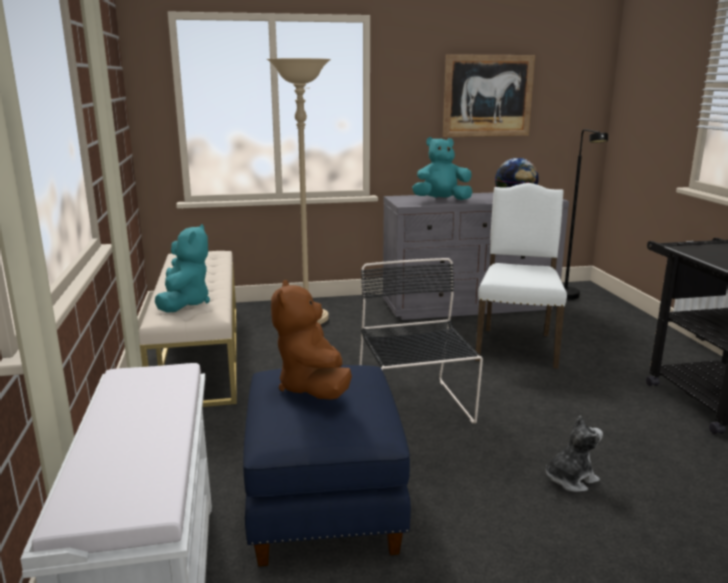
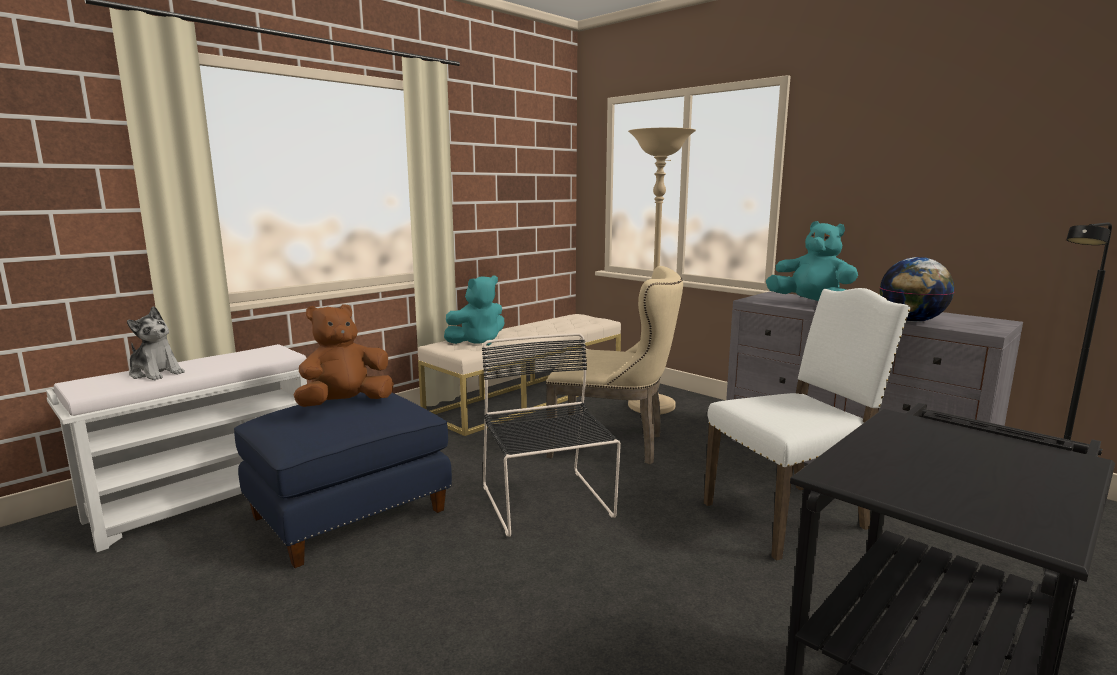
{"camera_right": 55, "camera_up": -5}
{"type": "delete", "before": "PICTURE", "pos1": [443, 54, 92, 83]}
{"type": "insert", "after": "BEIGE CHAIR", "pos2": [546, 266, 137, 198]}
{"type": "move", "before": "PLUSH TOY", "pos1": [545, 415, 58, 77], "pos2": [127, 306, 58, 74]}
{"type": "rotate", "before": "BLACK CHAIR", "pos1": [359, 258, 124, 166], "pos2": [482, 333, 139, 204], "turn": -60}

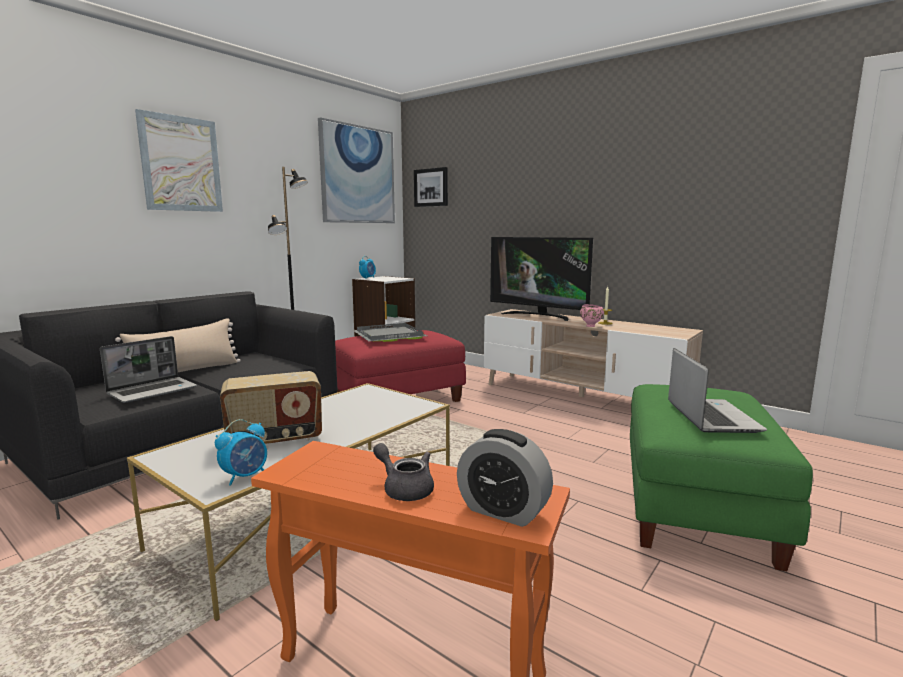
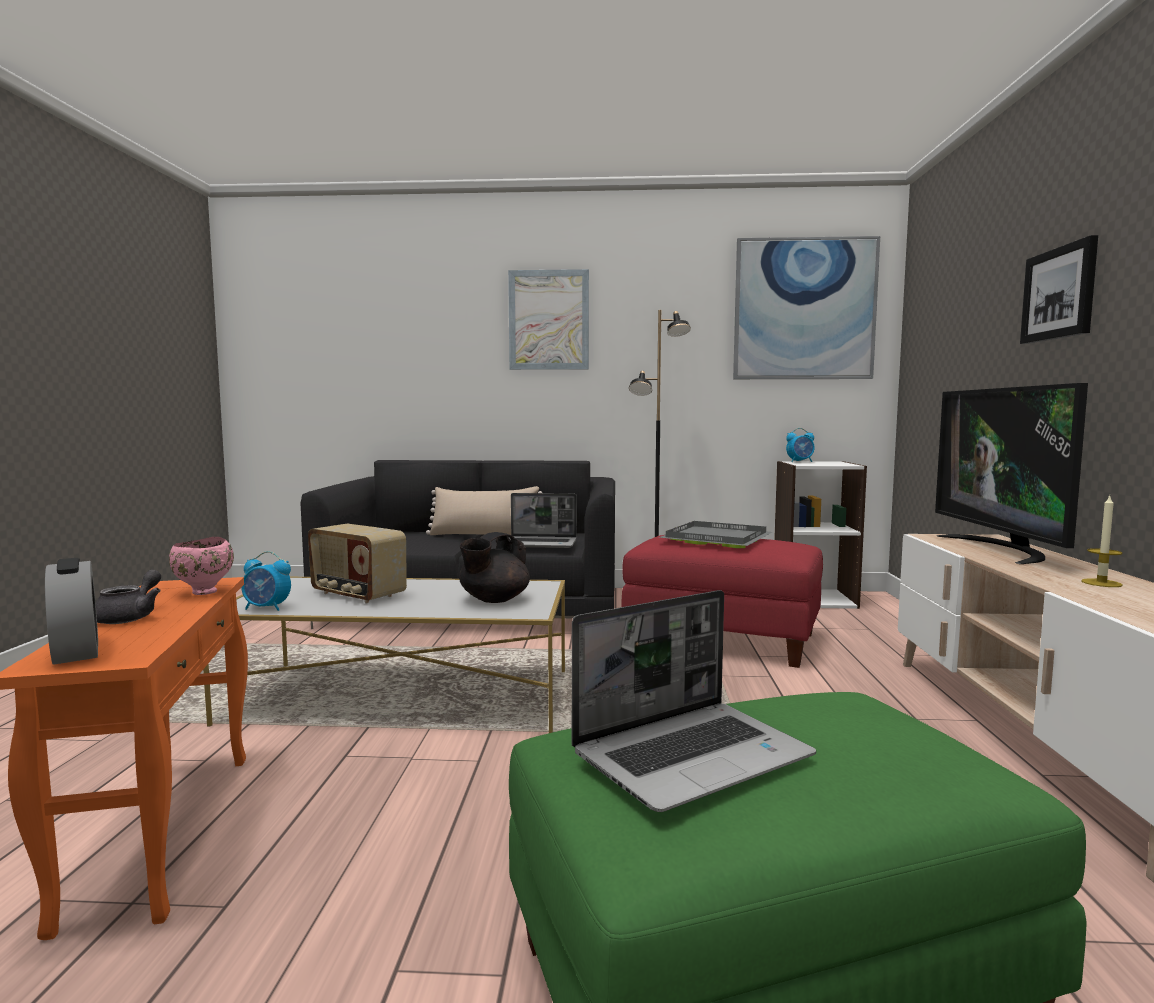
{"camera_right": 55, "camera_up": -5}
{"type": "insert", "after": "BLACK TEAPOT", "pos2": [459, 532, 71, 71]}
{"type": "move", "before": "LAPTOP", "pos1": [100, 336, 97, 67], "pos2": [510, 493, 67, 55]}
{"type": "move", "before": "PICTURE", "pos1": [414, 167, 34, 40], "pos2": [1020, 235, 78, 109]}
{"type": "move", "before": "PINK BOWL", "pos1": [580, 304, 24, 23], "pos2": [169, 537, 65, 58]}
{"type": "rotate", "before": "ALARM CLOCK", "pos1": [457, 429, 96, 98], "pos2": [45, 558, 53, 107], "turn": 150}

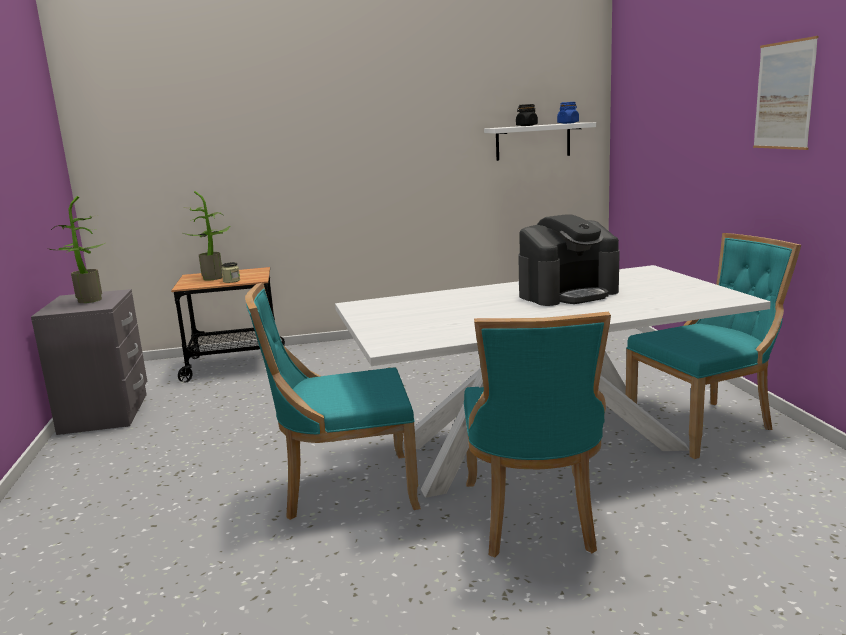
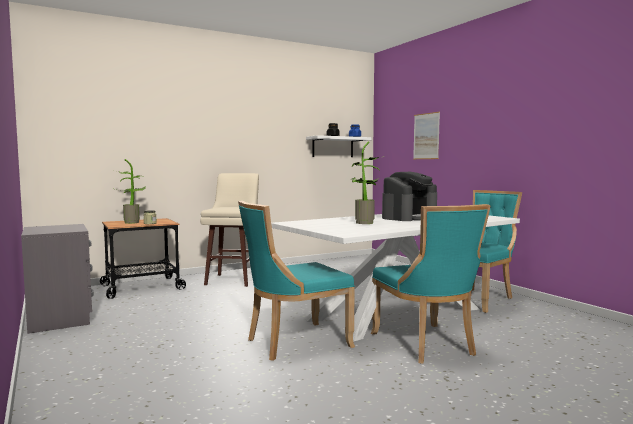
{"camera_right": -20, "camera_up": -10}
{"type": "insert", "after": "BEIGE STOOL", "pos2": [200, 173, 59, 114]}
{"type": "move", "before": "POTTED PLANT", "pos1": [50, 196, 55, 107], "pos2": [351, 142, 34, 82]}
{"type": "move", "before": "PICTURE", "pos1": [753, 36, 65, 114], "pos2": [413, 112, 27, 47]}

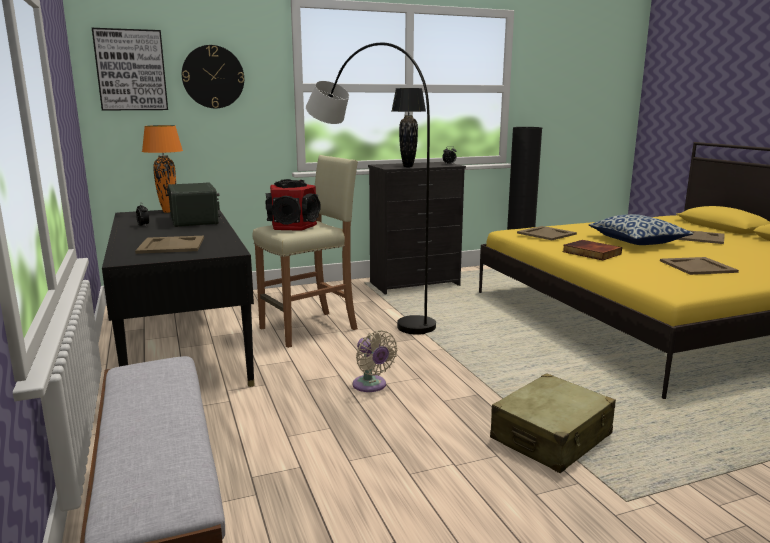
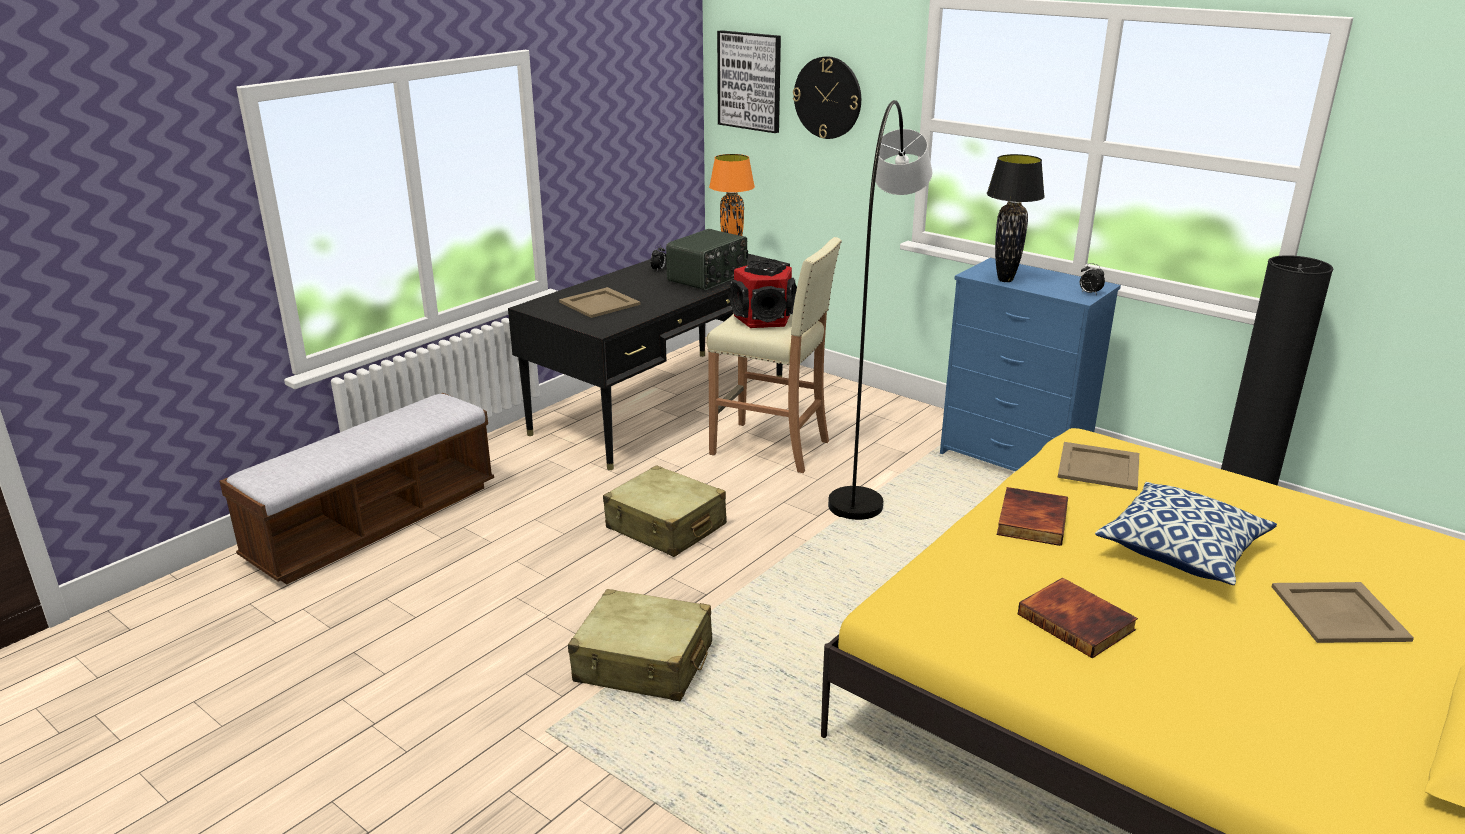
{"camera_right": 60, "camera_up": 10}
{"type": "replace", "before": "BEIGE FAN", "after": "BEIGE SUITCASE", "pos1": [353, 330, 45, 62], "pos2": [603, 465, 124, 92]}
{"type": "replace", "before": "BEIGE TRAY", "after": "BOOK", "pos1": [660, 257, 79, 18], "pos2": [1018, 577, 120, 81]}
{"type": "recolor", "before": "BLACK DRESSER", "after": "BLUE DRESSER", "pos1": [368, 162, 98, 133], "pos2": [940, 258, 181, 213]}

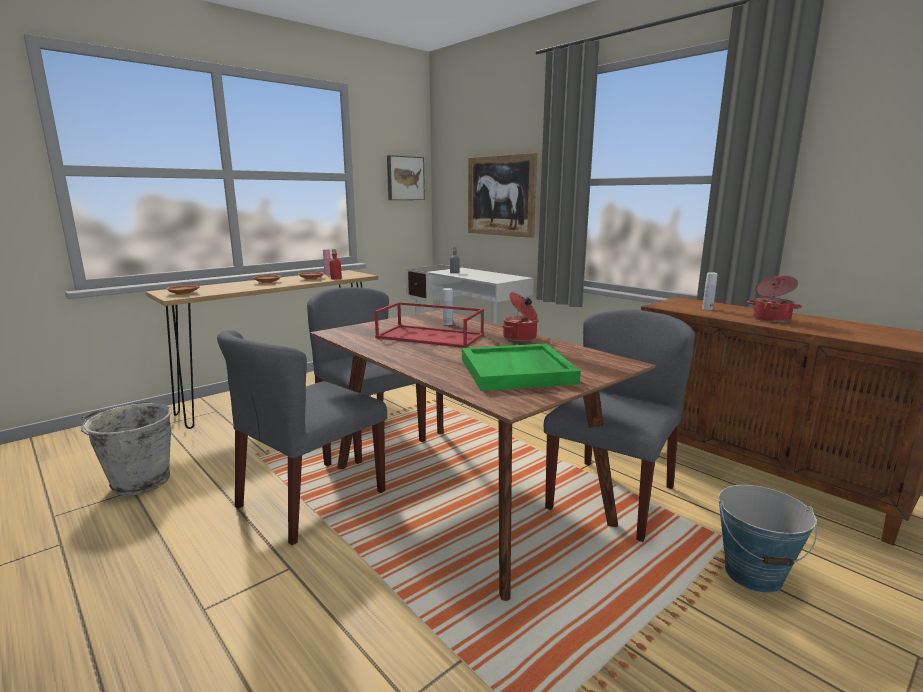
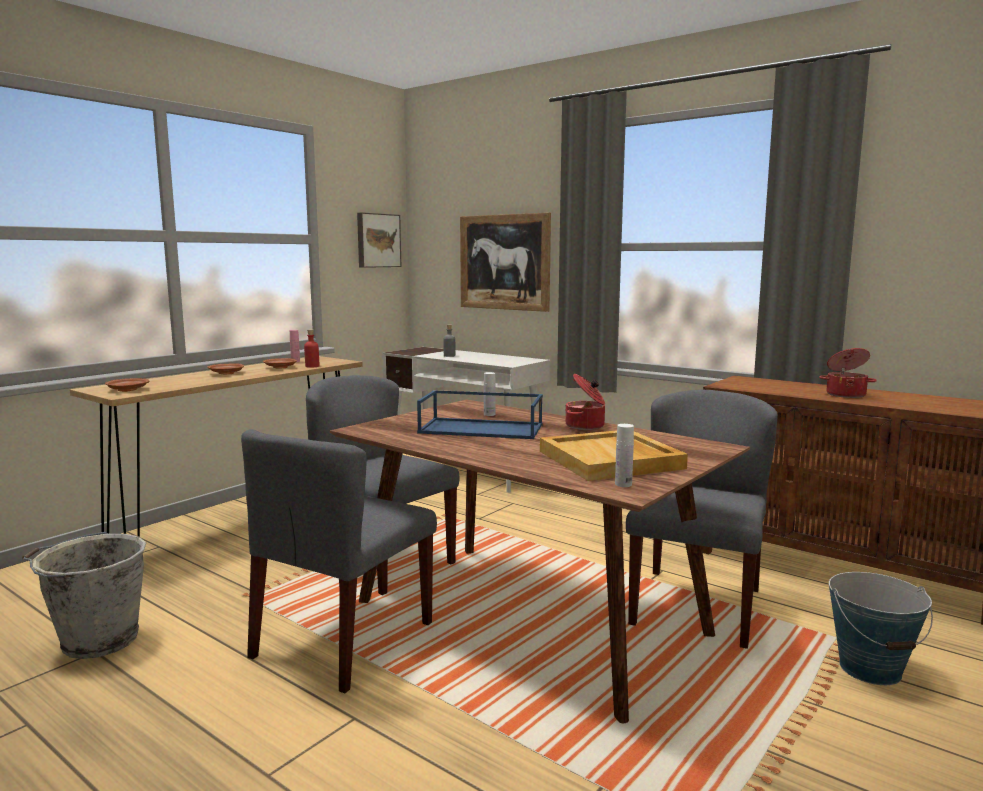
{"camera_right": -10, "camera_up": -5}
{"type": "move", "before": "WHITE BOTTLE", "pos1": [702, 272, 16, 38], "pos2": [615, 424, 19, 63]}
{"type": "recolor", "before": "RED TRAY", "after": "BLUE TRAY", "pos1": [375, 302, 109, 46], "pos2": [417, 390, 126, 49]}
{"type": "recolor", "before": "GREEN TRAY", "after": "BEIGE TRAY", "pos1": [462, 344, 119, 47], "pos2": [540, 430, 148, 51]}

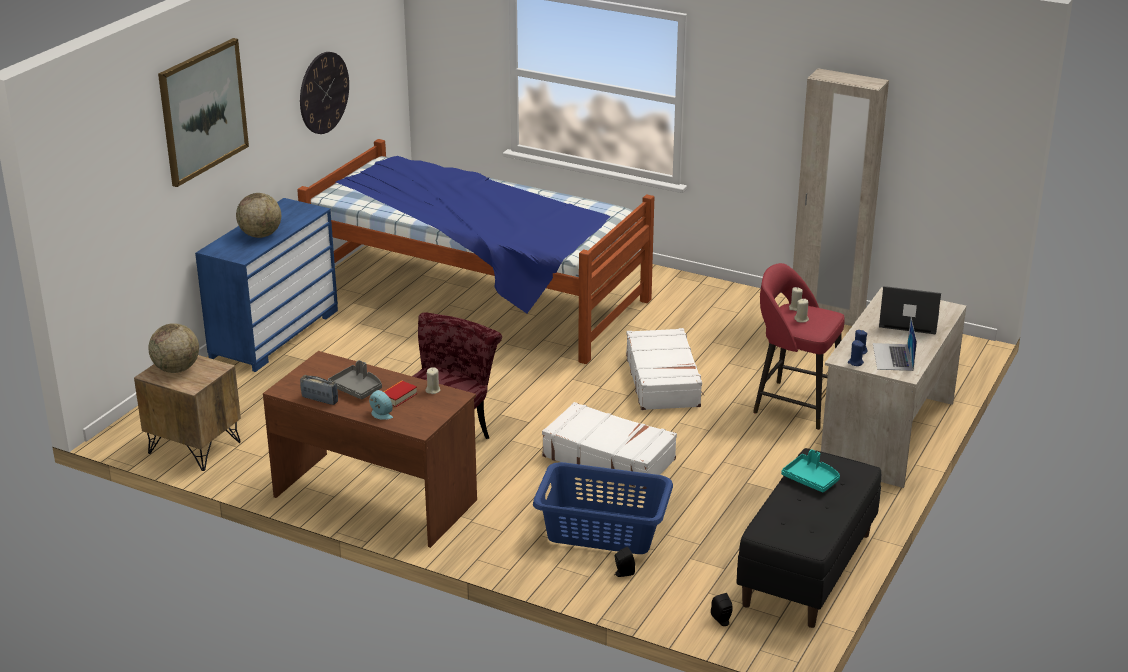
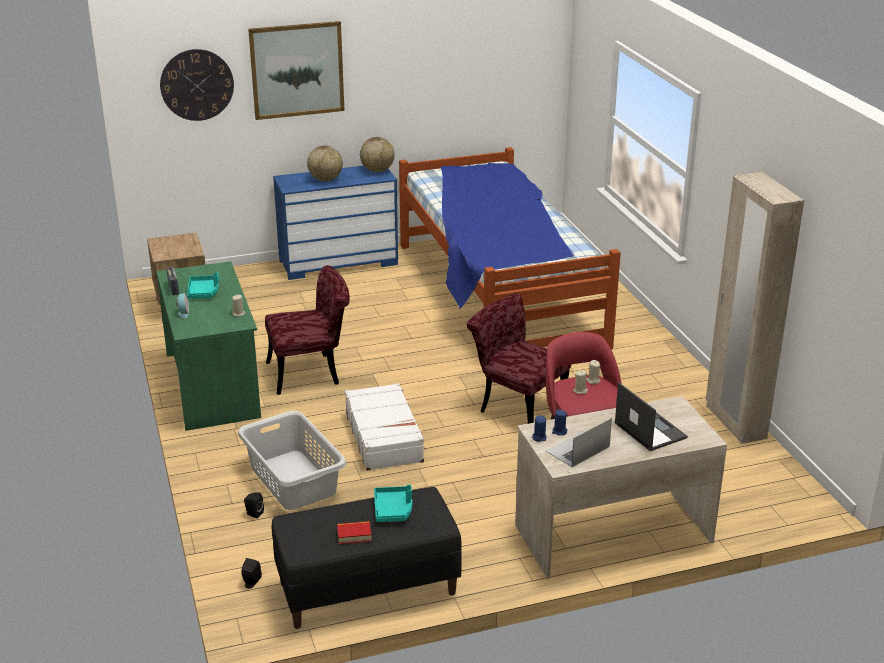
{"camera_right": 45, "camera_up": 0}
{"type": "move", "before": "GLOBE", "pos1": [149, 323, 50, 50], "pos2": [360, 137, 35, 35]}
{"type": "move", "before": "WALL CLOCK", "pos1": [300, 52, 49, 82], "pos2": [160, 49, 74, 72]}
{"type": "move", "before": "BOOK", "pos1": [383, 380, 34, 27], "pos2": [337, 521, 35, 23]}
{"type": "replace", "before": "WHITE SUITCASE", "after": "RED CHAIR", "pos1": [626, 328, 78, 82], "pos2": [466, 293, 105, 131]}
{"type": "recolor", "before": "BROWN DESK", "after": "GREEN DESK", "pos1": [263, 351, 214, 197], "pos2": [156, 261, 105, 170]}
{"type": "recolor", "before": "GREY TRAY", "after": "TURQUOISE TRAY", "pos1": [328, 360, 54, 40], "pos2": [187, 272, 32, 27]}
{"type": "recolor", "before": "BLUE LAUNDRY BASKET", "after": "GREY LAUNDRY BASKET", "pos1": [533, 462, 140, 92], "pos2": [238, 411, 108, 99]}

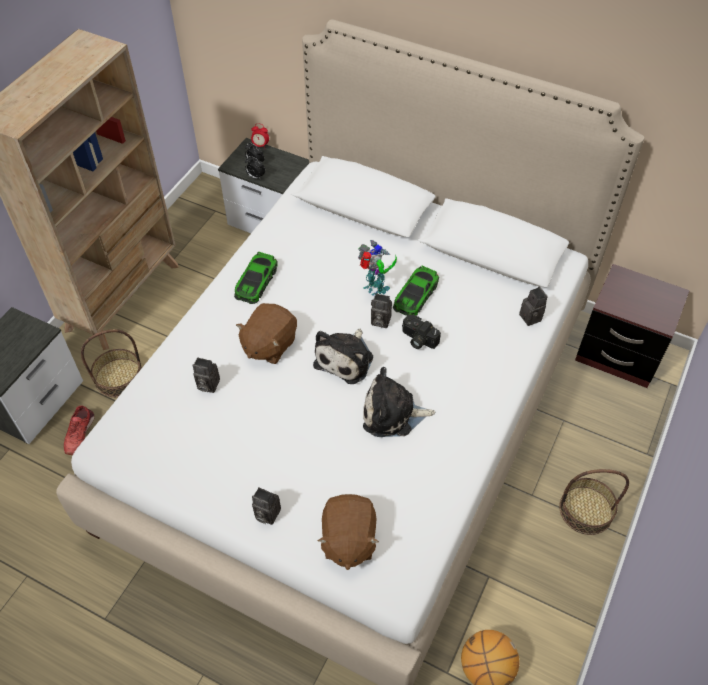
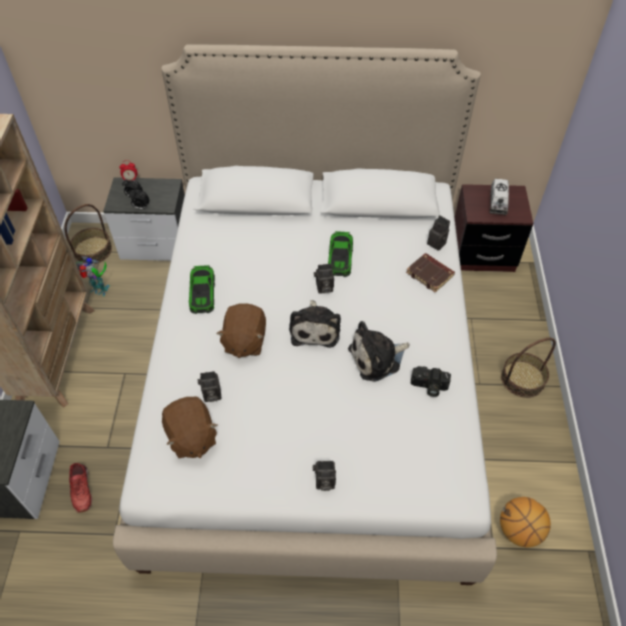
{"camera_right": -25, "camera_up": 0}
{"type": "insert", "after": "BROWN BOOK", "pos2": [406, 253, 49, 40]}
{"type": "insert", "after": "TOY TRUCK", "pos2": [489, 179, 20, 36]}
{"type": "move", "before": "BASKET", "pos1": [81, 329, 61, 68], "pos2": [64, 204, 48, 60]}
{"type": "move", "before": "BROWN PLUSH TOY", "pos1": [318, 494, 61, 76], "pos2": [162, 397, 55, 61]}
{"type": "move", "before": "TOY ROBOT", "pos1": [358, 240, 39, 56], "pos2": [76, 256, 34, 40]}
{"type": "move", "before": "PHOTO CAMERA", "pos1": [402, 315, 39, 34], "pos2": [410, 366, 41, 31]}

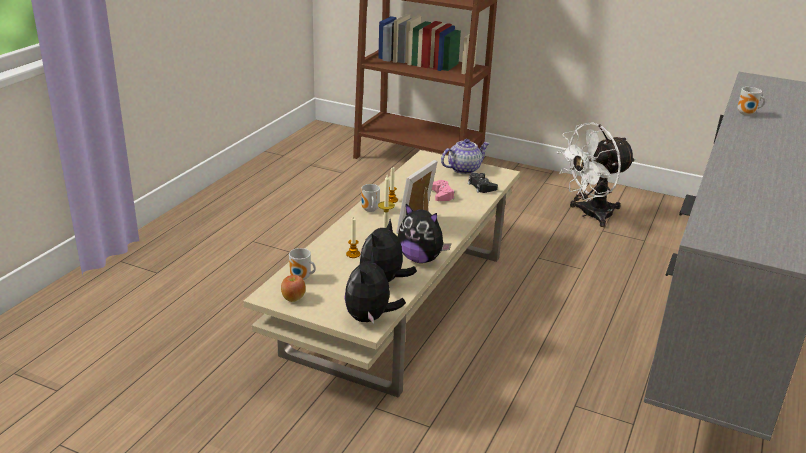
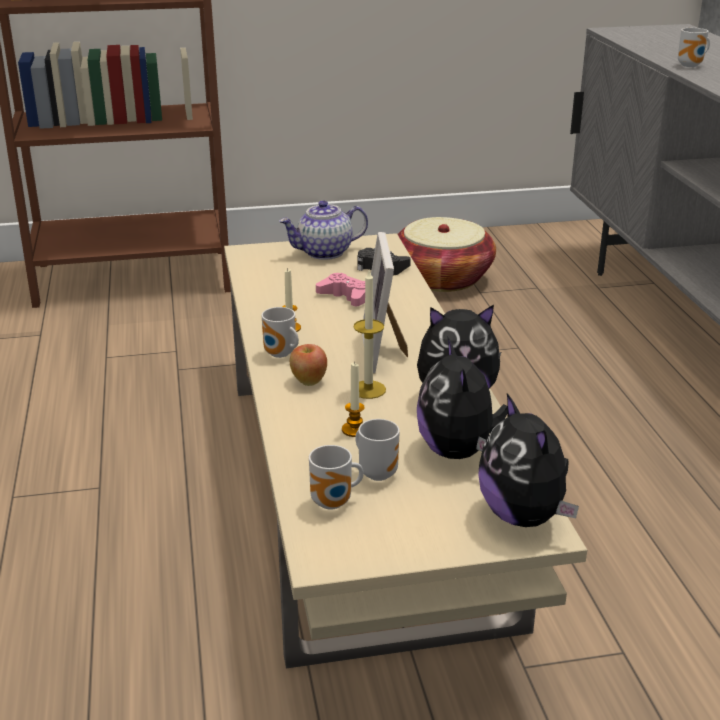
{"camera_right": -35, "camera_up": 0}
{"type": "insert", "after": "MUG", "pos2": [355, 419, 45, 62]}
{"type": "move", "before": "APPLE", "pos1": [281, 275, 25, 27], "pos2": [290, 344, 37, 42]}
{"type": "replace", "before": "WHITE FAN", "after": "BASKET", "pos1": [557, 122, 79, 105], "pos2": [398, 217, 98, 75]}
{"type": "rotate", "before": "TEAPOT", "pos1": [441, 139, 49, 35], "pos2": [279, 200, 89, 60], "turn": -135}

